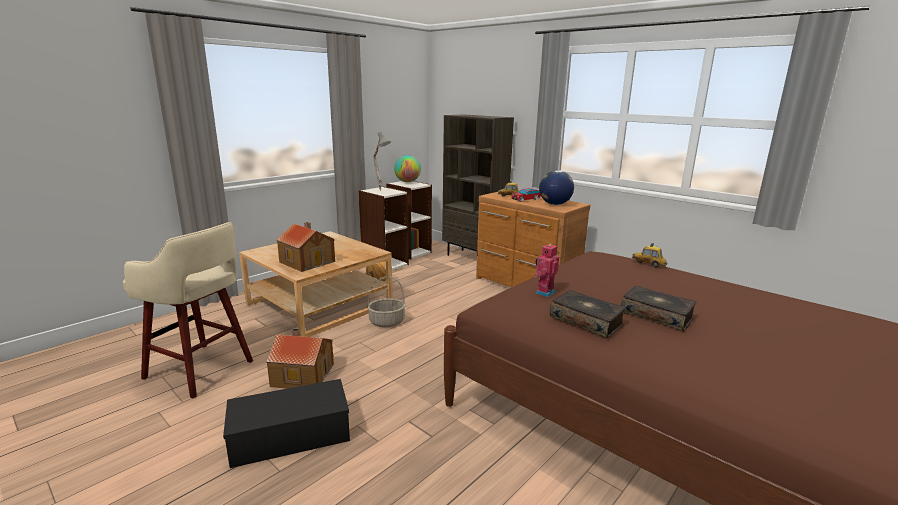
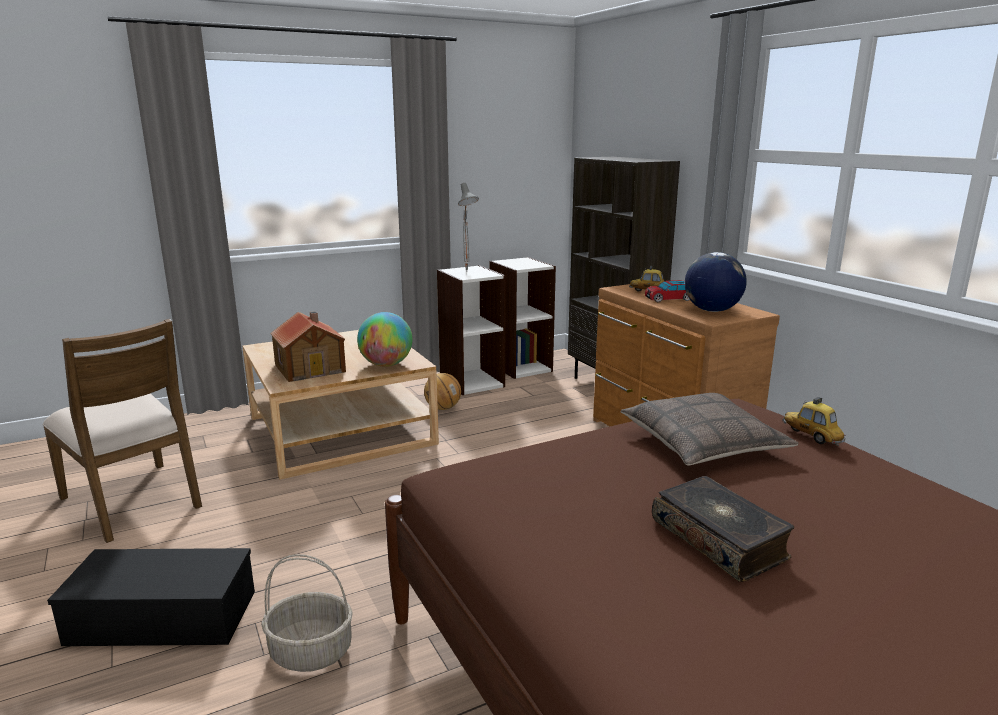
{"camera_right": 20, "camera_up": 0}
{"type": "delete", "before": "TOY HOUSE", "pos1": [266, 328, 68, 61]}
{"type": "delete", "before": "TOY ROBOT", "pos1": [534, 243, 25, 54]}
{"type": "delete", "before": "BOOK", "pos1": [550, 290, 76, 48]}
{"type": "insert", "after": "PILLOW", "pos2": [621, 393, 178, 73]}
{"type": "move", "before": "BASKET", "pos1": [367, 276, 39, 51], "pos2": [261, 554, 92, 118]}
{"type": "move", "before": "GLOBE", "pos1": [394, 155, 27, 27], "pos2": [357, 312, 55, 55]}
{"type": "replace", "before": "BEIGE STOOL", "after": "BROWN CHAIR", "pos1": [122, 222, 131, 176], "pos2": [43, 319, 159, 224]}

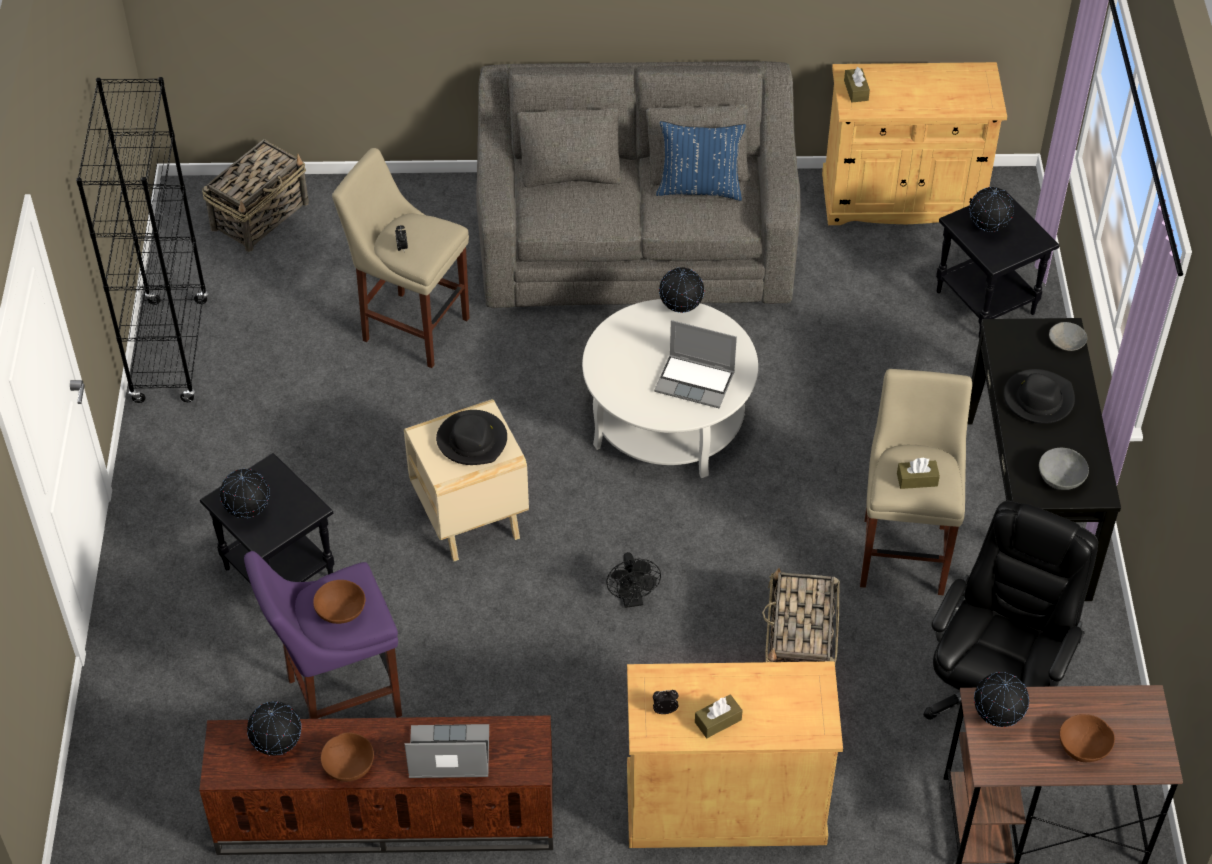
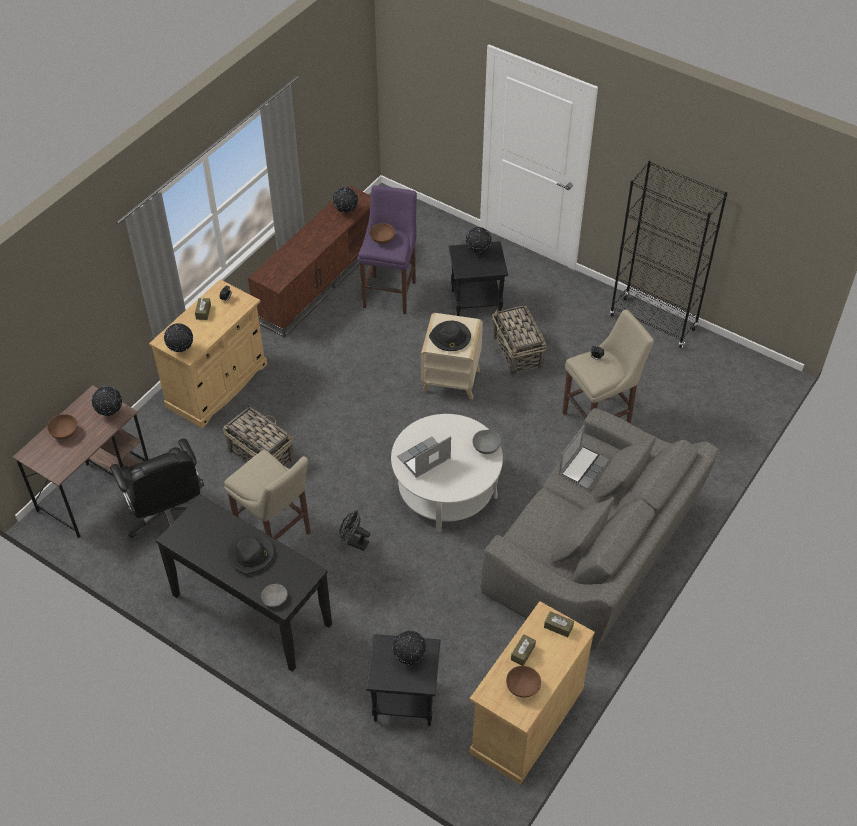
{"camera_right": 125, "camera_up": 0}
{"type": "delete", "before": "BLUE PILLOW", "pos1": [656, 121, 90, 80]}
{"type": "move", "before": "BASKET", "pos1": [202, 139, 107, 113], "pos2": [492, 305, 55, 71]}
{"type": "move", "before": "BROWN BOWL", "pos1": [321, 733, 53, 49], "pos2": [506, 666, 35, 32]}
{"type": "move", "before": "LAPTOP", "pos1": [405, 724, 84, 54], "pos2": [559, 425, 50, 65]}
{"type": "move", "before": "BLACK FAN", "pos1": [606, 552, 55, 56], "pos2": [339, 511, 31, 40]}
{"type": "move", "before": "GLOBE", "pos1": [659, 267, 46, 46], "pos2": [164, 323, 29, 29]}
{"type": "move", "before": "BROWN TISSUE BOX", "pos1": [897, 458, 43, 31], "pos2": [511, 634, 25, 32]}
{"type": "move", "before": "GREY BOWL", "pos1": [1039, 448, 50, 42], "pos2": [472, 430, 29, 24]}

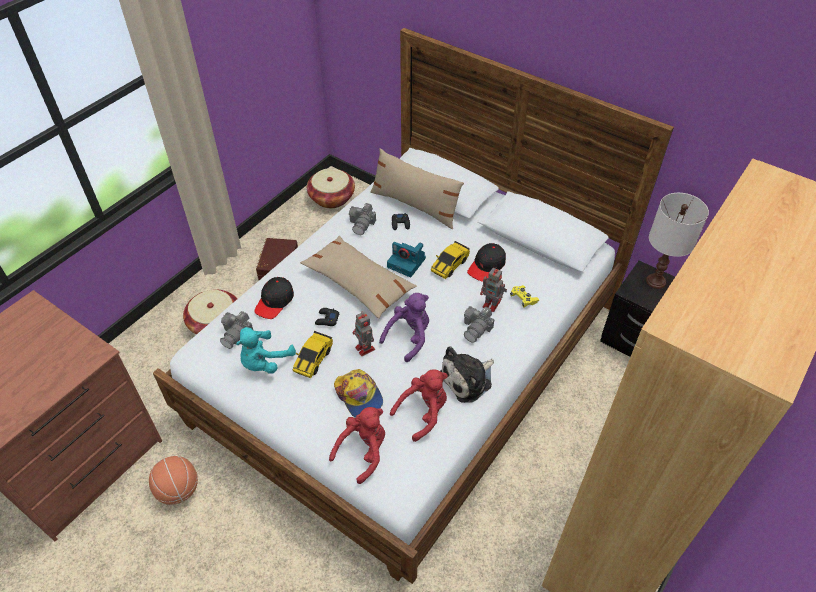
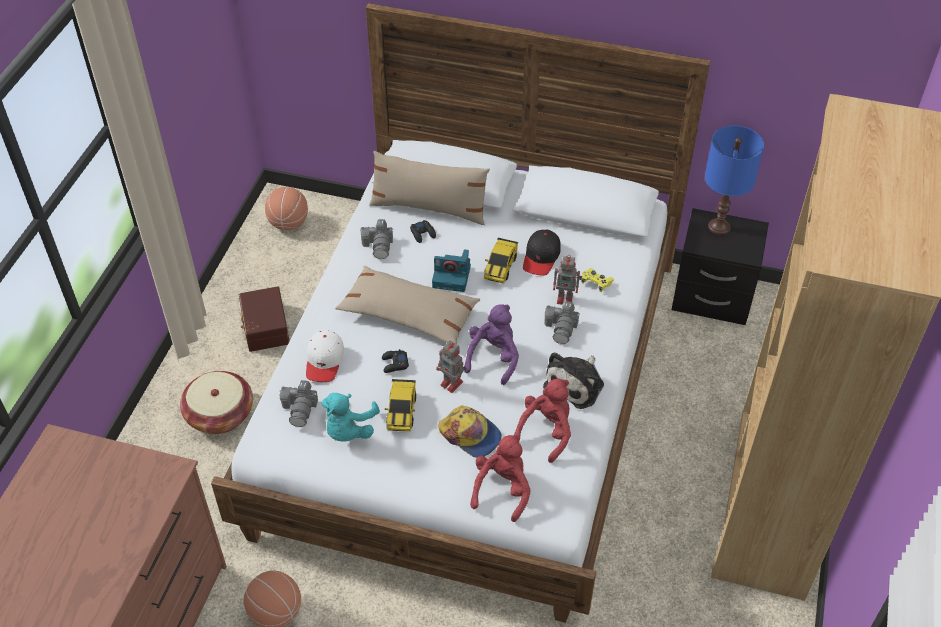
{"camera_right": -20, "camera_up": 0}
{"type": "replace", "before": "BASKET", "after": "BASKETBALL", "pos1": [307, 168, 48, 40], "pos2": [265, 187, 43, 43]}
{"type": "recolor", "before": "BLACK CAP", "after": "WHITE CAP", "pos1": [254, 277, 40, 42], "pos2": [306, 330, 38, 52]}
{"type": "recolor", "before": "WHITE TABLE LAMP", "after": "BLUE TABLE LAMP", "pos1": [646, 193, 63, 96], "pos2": [705, 126, 59, 109]}

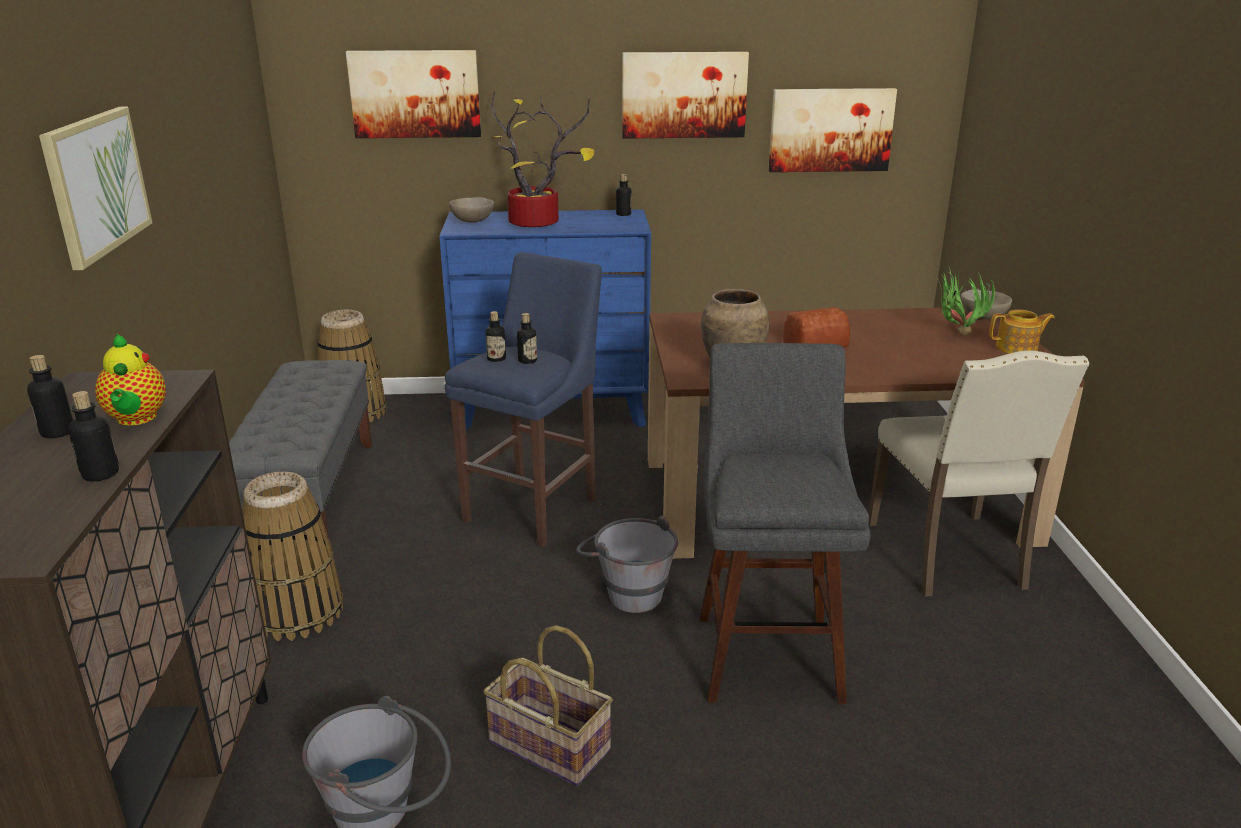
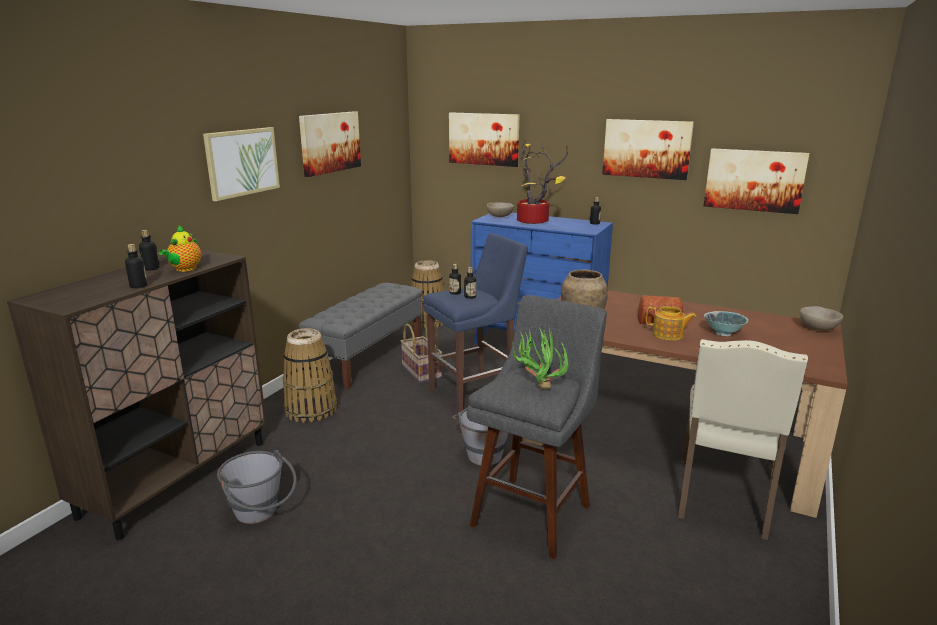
{"camera_right": 30, "camera_up": -5}
{"type": "insert", "after": "PICTURE", "pos2": [299, 111, 62, 66]}
{"type": "insert", "after": "BOWL", "pos2": [704, 311, 44, 25]}
{"type": "move", "before": "BASKET", "pos1": [483, 625, 130, 161], "pos2": [401, 323, 41, 59]}
{"type": "move", "before": "POTTED PLANT", "pos1": [937, 266, 58, 69], "pos2": [512, 325, 58, 65]}
{"type": "move", "before": "TEAPOT", "pos1": [989, 310, 66, 44], "pos2": [646, 306, 50, 35]}

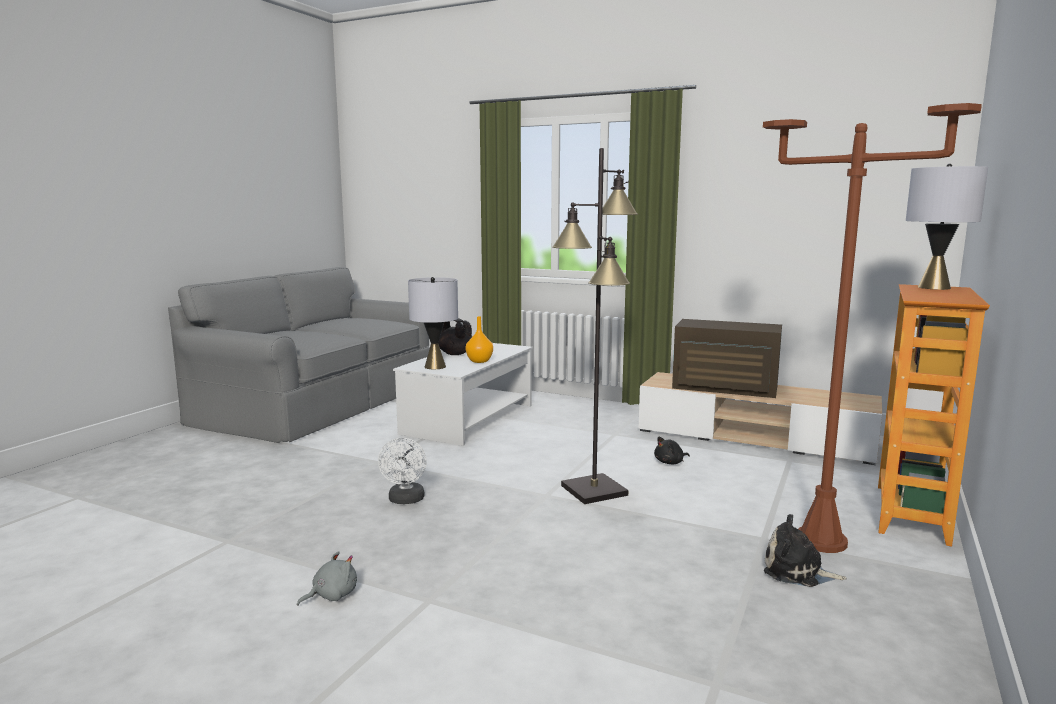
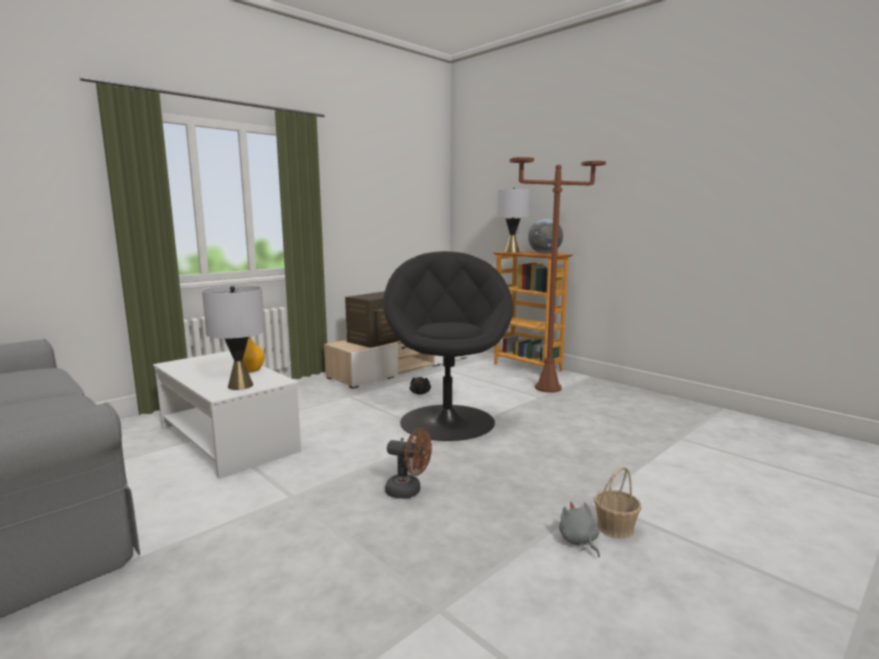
{"camera_right": -70, "camera_up": 0}
{"type": "delete", "before": "BLACK TEAPOT", "pos1": [438, 318, 34, 37]}
{"type": "delete", "before": "PLUSH TOY", "pos1": [764, 514, 83, 73]}
{"type": "insert", "after": "GLOBE", "pos2": [528, 219, 35, 35]}
{"type": "insert", "after": "BASKET", "pos2": [594, 466, 48, 73]}
{"type": "replace", "before": "BLACK FLOOR LAMP", "after": "BLACK ARMCHAIR", "pos1": [552, 148, 86, 356], "pos2": [383, 251, 130, 190]}
{"type": "recolor", "before": "WHITE FAN", "after": "BROWN FAN", "pos1": [378, 438, 49, 66], "pos2": [385, 428, 47, 71]}

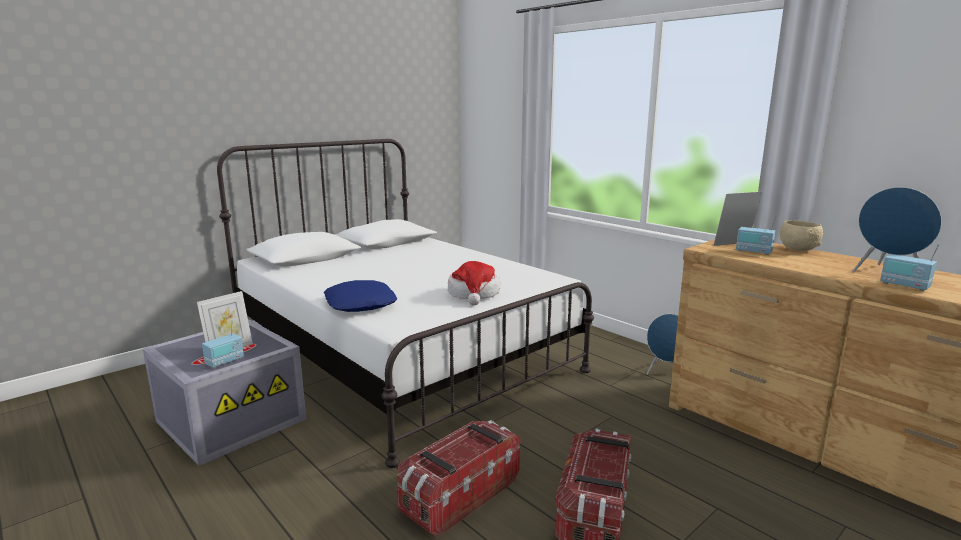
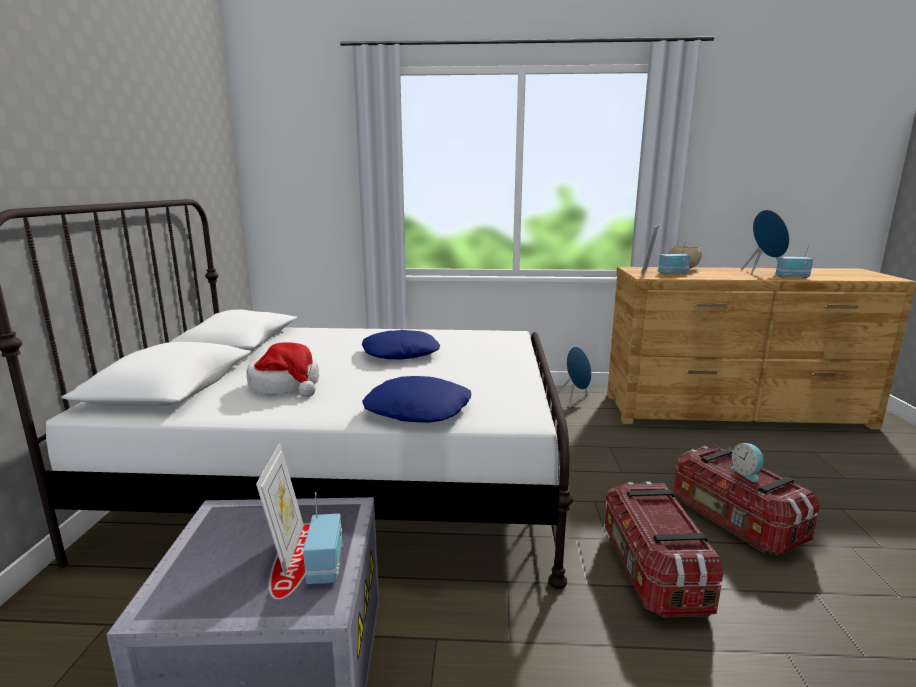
{"camera_right": -45, "camera_up": 0}
{"type": "insert", "after": "BLUE PILLOW", "pos2": [362, 330, 78, 29]}
{"type": "insert", "after": "ALARM CLOCK", "pos2": [730, 443, 34, 39]}
{"type": "move", "before": "HAT", "pos1": [448, 261, 52, 44], "pos2": [246, 342, 73, 55]}

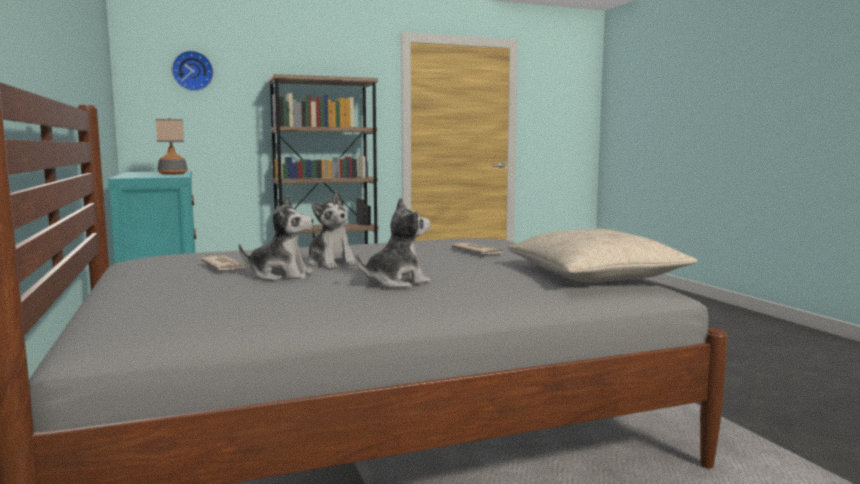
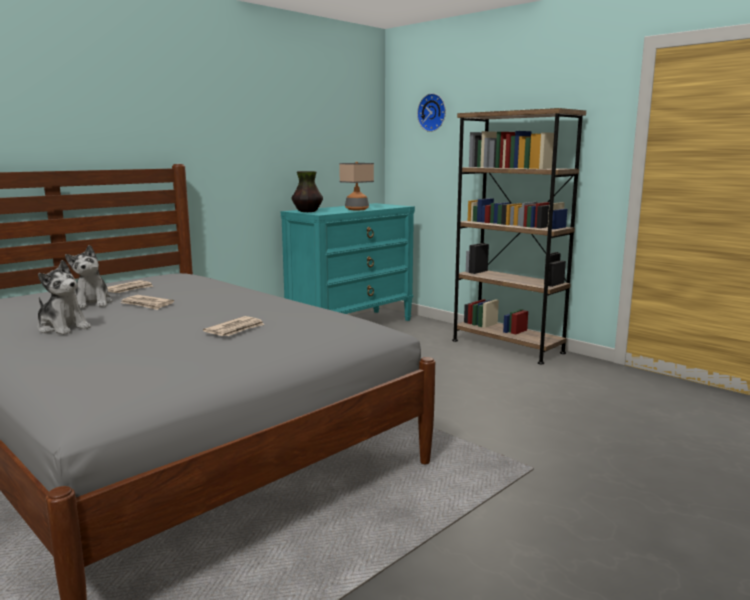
{"camera_right": 65, "camera_up": 5}
{"type": "delete", "before": "BEIGE PILLOW", "pos1": [507, 229, 191, 53]}
{"type": "insert", "after": "VASE", "pos2": [292, 171, 31, 41]}
{"type": "replace", "before": "PLUSH TOY", "after": "NEWSPAPER", "pos1": [307, 191, 50, 78], "pos2": [120, 295, 54, 15]}

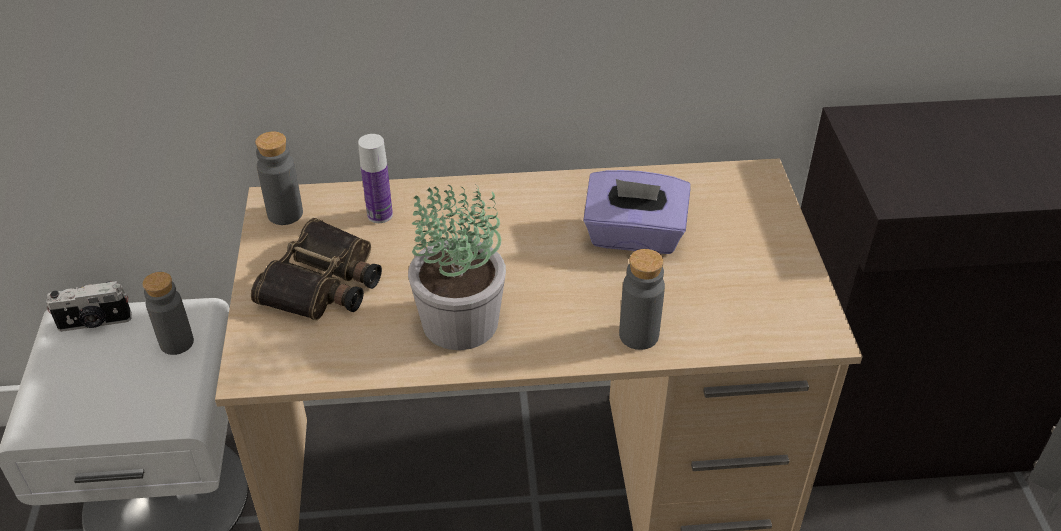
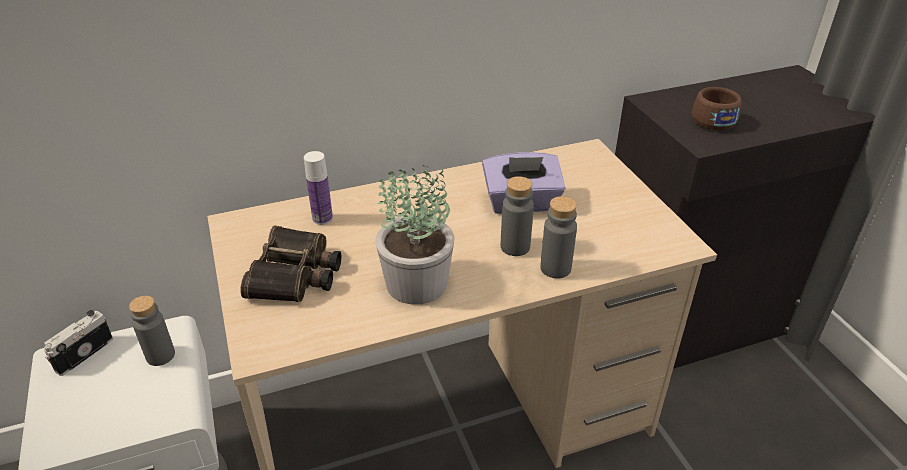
{"camera_right": -15, "camera_up": -5}
{"type": "insert", "after": "BROWN CUP", "pos2": [692, 87, 50, 43]}
{"type": "move", "before": "GREY BOTTLE", "pos1": [255, 131, 48, 94], "pos2": [501, 176, 33, 80]}
{"type": "rotate", "before": "PHOTO CAMERA", "pos1": [46, 281, 86, 51], "pos2": [44, 310, 69, 66], "turn": 150}

